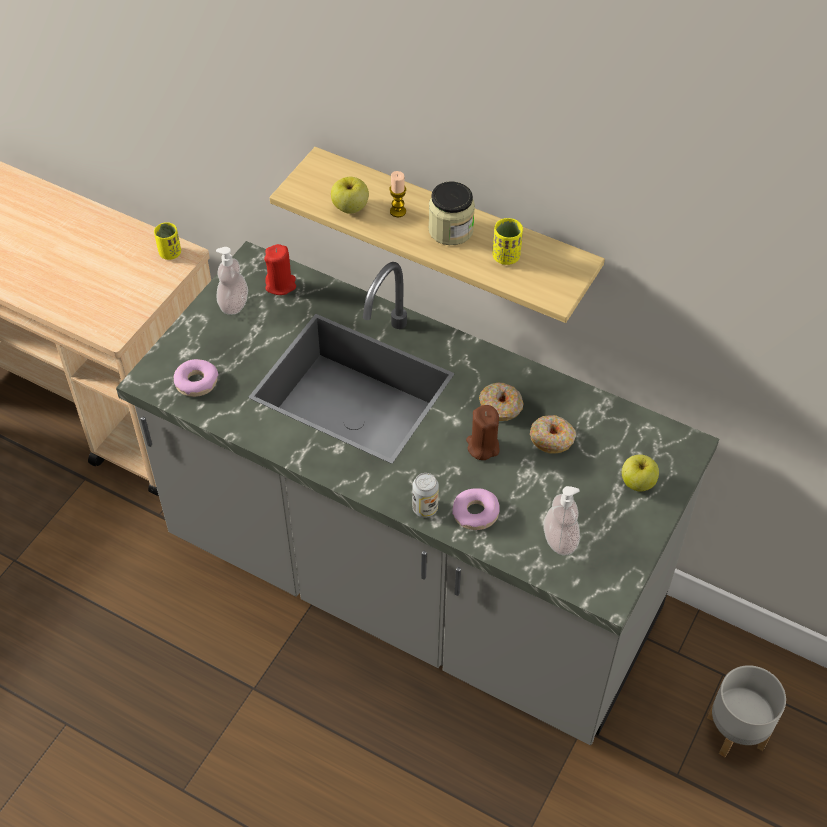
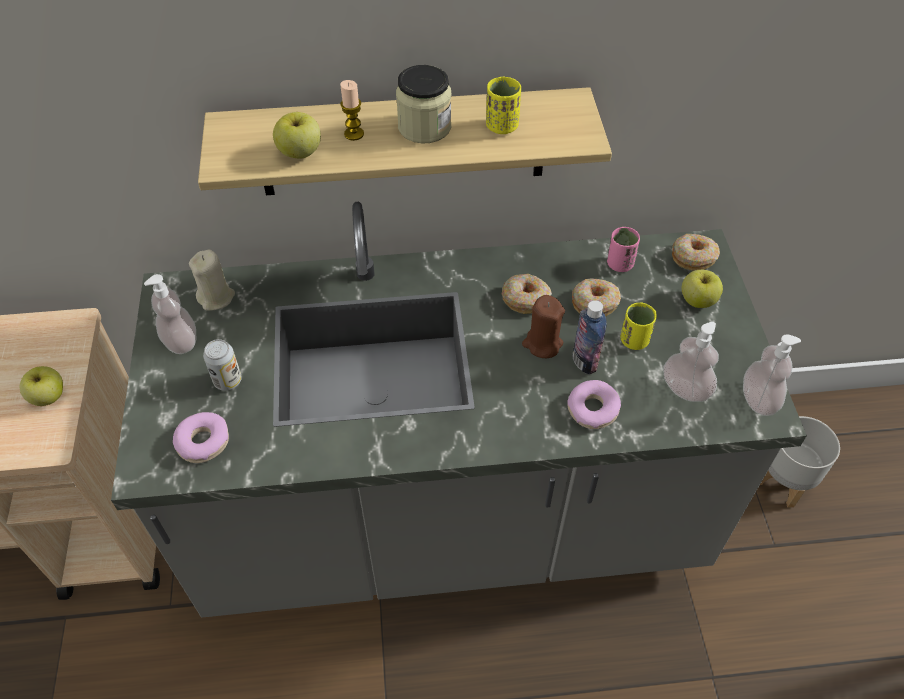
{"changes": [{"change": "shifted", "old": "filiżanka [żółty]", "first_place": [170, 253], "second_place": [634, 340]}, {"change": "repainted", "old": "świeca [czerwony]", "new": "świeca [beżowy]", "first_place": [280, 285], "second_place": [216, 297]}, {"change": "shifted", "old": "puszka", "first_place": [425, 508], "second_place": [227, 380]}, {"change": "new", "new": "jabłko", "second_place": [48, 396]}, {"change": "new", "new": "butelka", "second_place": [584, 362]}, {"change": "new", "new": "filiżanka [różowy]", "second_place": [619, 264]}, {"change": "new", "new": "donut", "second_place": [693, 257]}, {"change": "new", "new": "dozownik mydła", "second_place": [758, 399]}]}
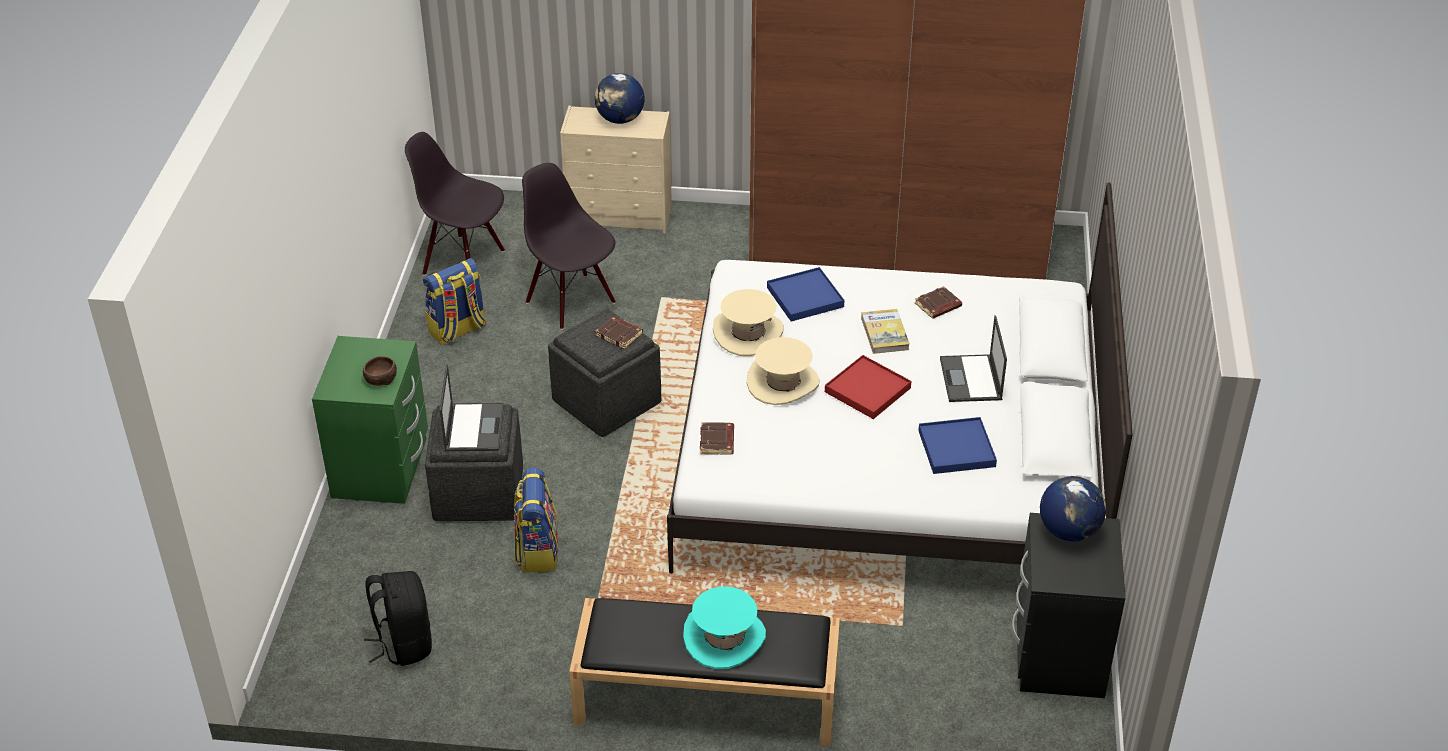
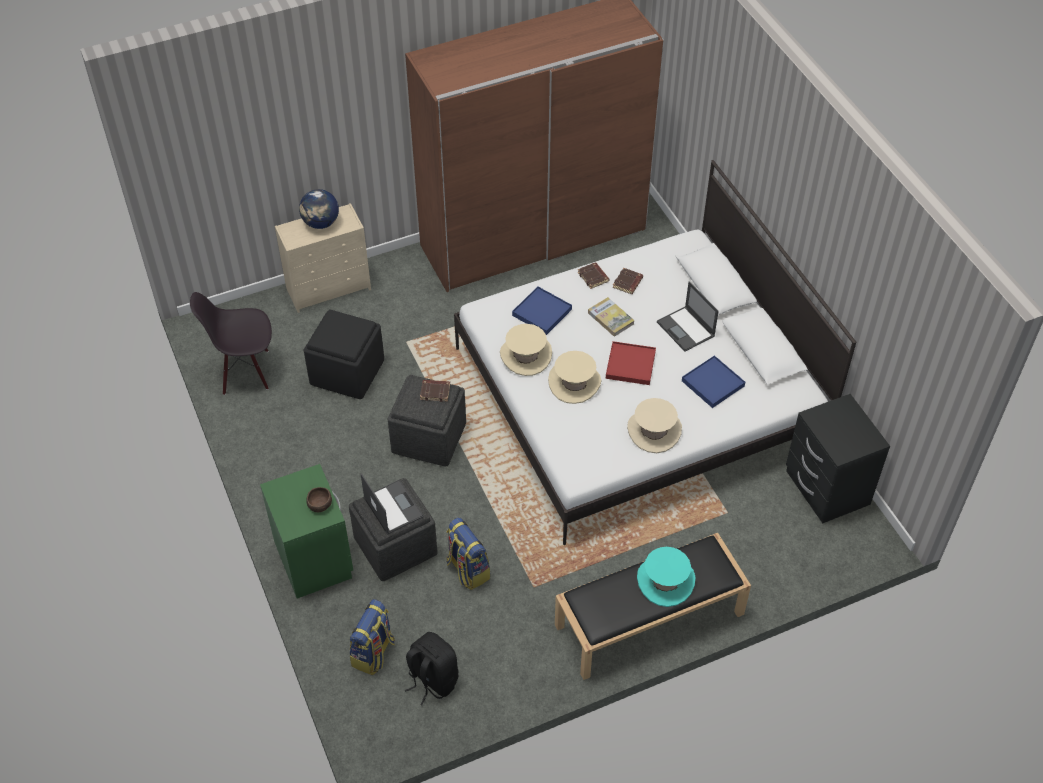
{"changes": [{"change": "shifted", "old": "plecak", "first_place": [457, 330], "second_place": [373, 653]}, {"change": "swapped", "old": "krzesło [czarny]", "new": "pufa [czarny]", "first_place": [571, 301], "second_place": [347, 371]}, {"change": "shifted", "old": "książka [brązowy]", "first_place": [717, 442], "second_place": [593, 277]}, {"change": "gone", "old": "globus", "first_place": [1068, 531]}, {"change": "new", "new": "kapelusz [beżowy]", "second_place": [654, 431]}]}
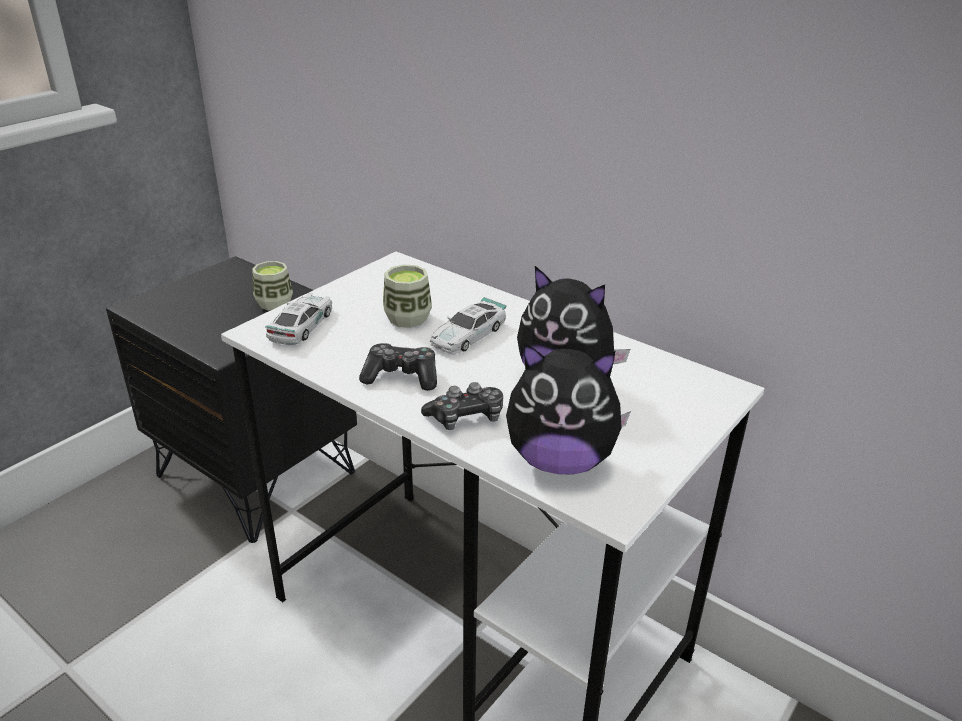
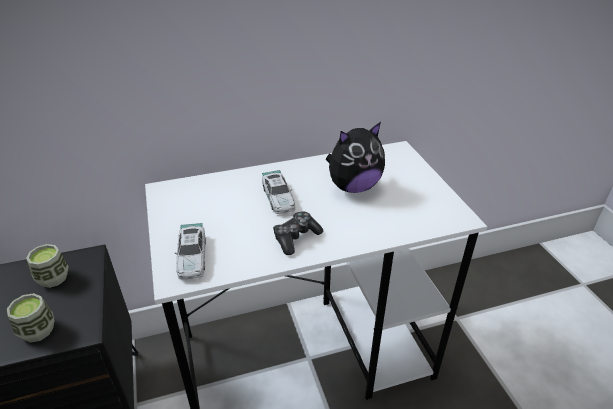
{"changes": [{"change": "rotated", "old": "samochodzik", "first_place": [302, 326], "second_place": [192, 257], "degrees": -150}, {"change": "shifted", "old": "filiżanka", "first_place": [407, 318], "second_place": [38, 330]}, {"change": "gone", "old": "pad do gier", "first_place": [466, 418]}, {"change": "gone", "old": "pluszak", "first_place": [560, 460]}]}
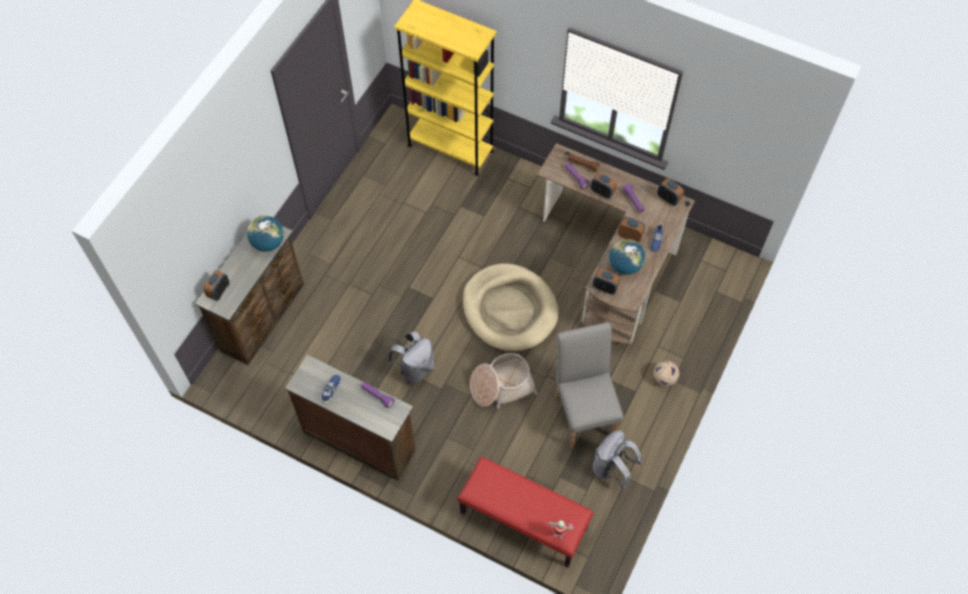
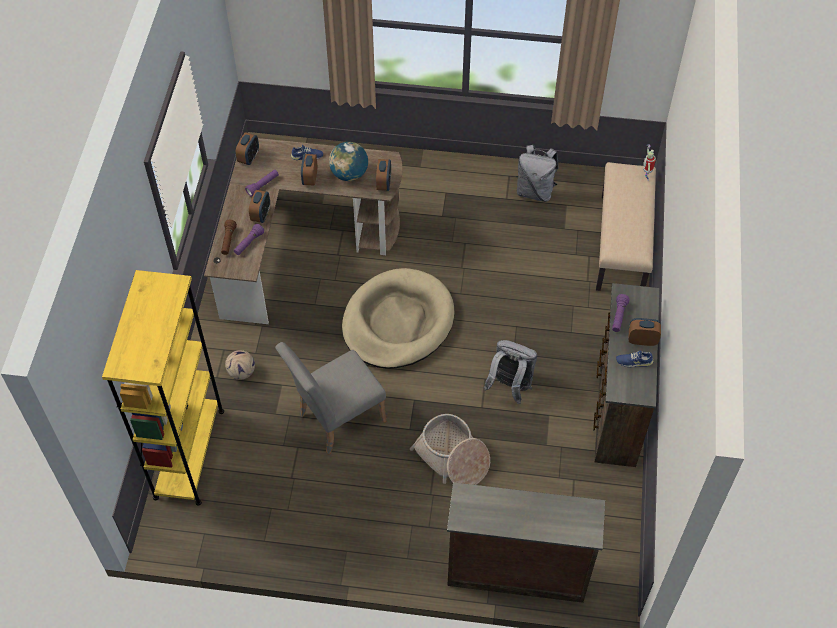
{"changes": [{"change": "shifted", "old": "budzik", "first_place": [219, 292], "second_place": [642, 340]}, {"change": "gone", "old": "globus", "first_place": [268, 243]}, {"change": "repainted", "old": "ławka [czerwony]", "new": "ławka [beżowy]", "first_place": [523, 520], "second_place": [622, 244]}, {"change": "shifted", "old": "koszyk", "first_place": [501, 385], "second_place": [452, 458]}, {"change": "shifted", "old": "krzesło [szary]", "first_place": [584, 410], "second_place": [336, 420]}, {"change": "shifted", "old": "piłka futbolowa", "first_place": [664, 379], "second_place": [242, 372]}]}
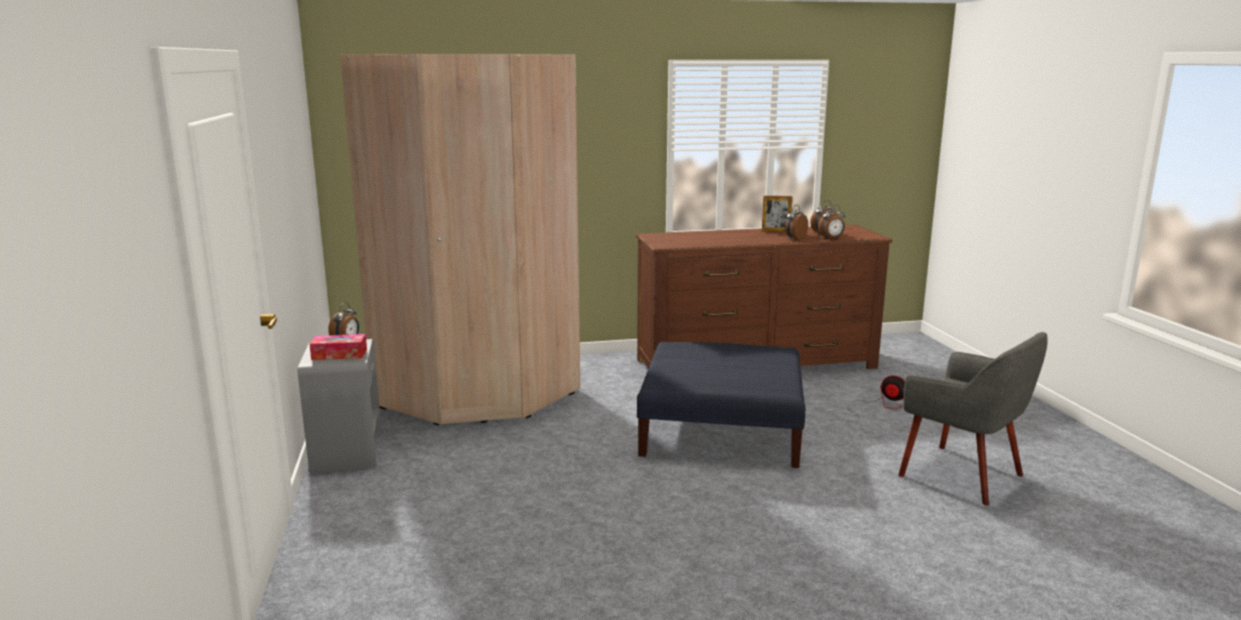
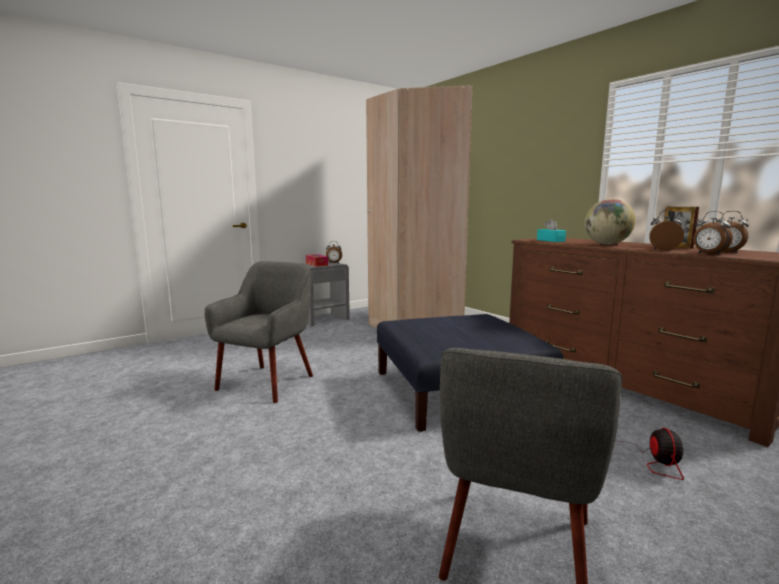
{"changes": [{"change": "new", "new": "fotel [szary]", "second_place": [267, 382]}, {"change": "new", "new": "pudełko chusteczek [turkusowy]", "second_place": [550, 240]}, {"change": "new", "new": "globus", "second_place": [606, 244]}]}
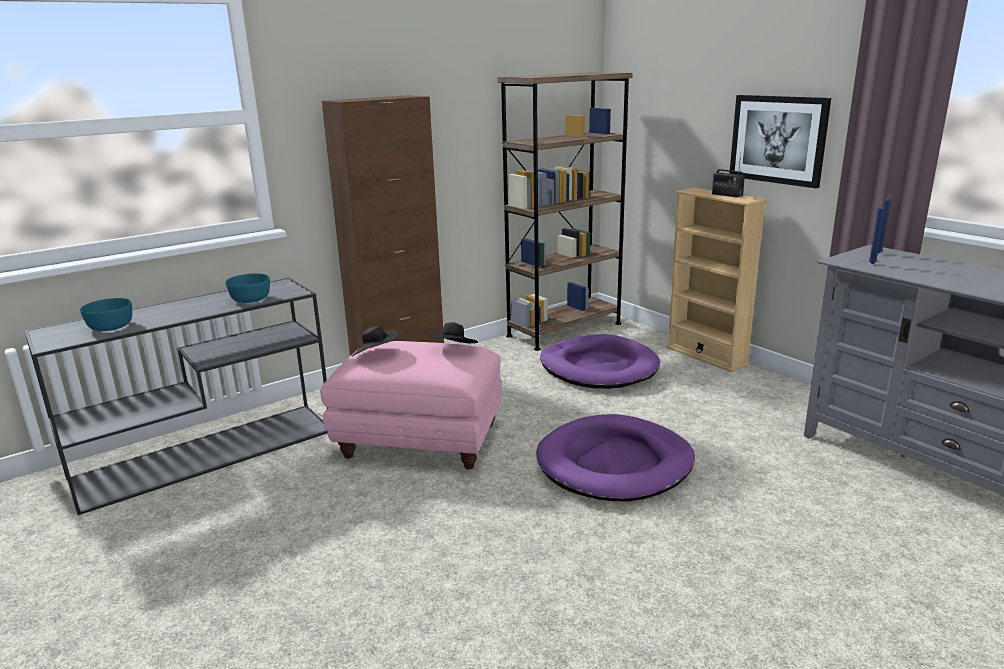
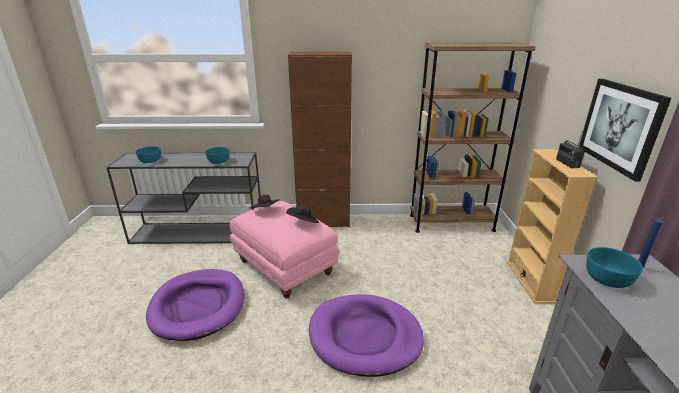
{"changes": [{"change": "shifted", "old": "legowisko [fioletowy]", "first_place": [598, 367], "second_place": [198, 306]}, {"change": "swapped", "old": "świeca [niebieski]", "new": "miska [turkusowy]", "first_place": [872, 263], "second_place": [608, 278]}]}
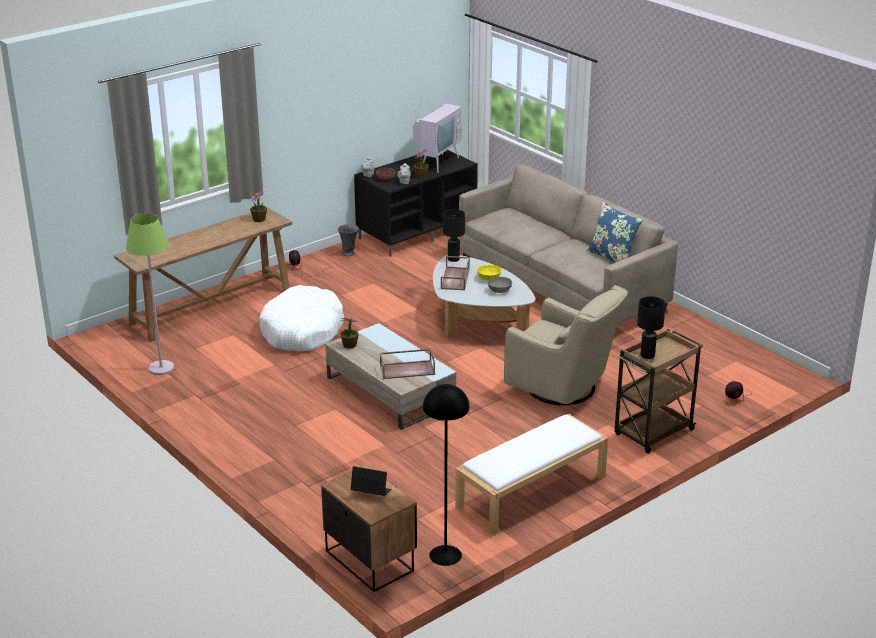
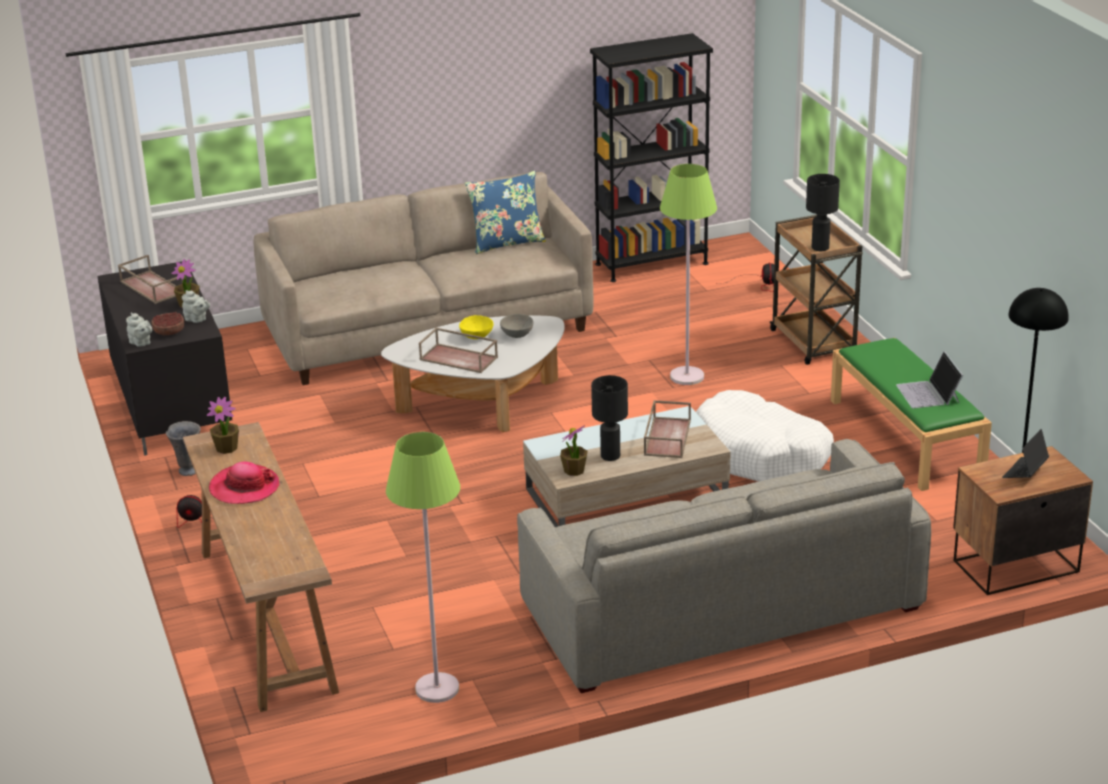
{"changes": [{"change": "shifted", "old": "legowisko [biały]", "first_place": [302, 331], "second_place": [761, 454]}, {"change": "swapped", "old": "telewizor", "new": "taca [brązowy]", "first_place": [436, 162], "second_place": [151, 287]}, {"change": "shifted", "old": "lampa stołowa [czarny]", "first_place": [453, 259], "second_place": [609, 456]}, {"change": "repainted", "old": "ławka [biały]", "new": "ławka [zielony]", "first_place": [531, 492], "second_place": [907, 437]}, {"change": "swapped", "old": "fotel [beżowy]", "new": "lampa stojąca [zielony]", "first_place": [563, 388], "second_place": [687, 376]}, {"change": "new", "new": "kapelusz", "second_place": [244, 487]}, {"change": "new", "new": "kanapa [szary]", "second_place": [721, 607]}, {"change": "new", "new": "regał [czarny]", "second_place": [651, 264]}, {"change": "new", "new": "laptop", "second_place": [928, 394]}]}
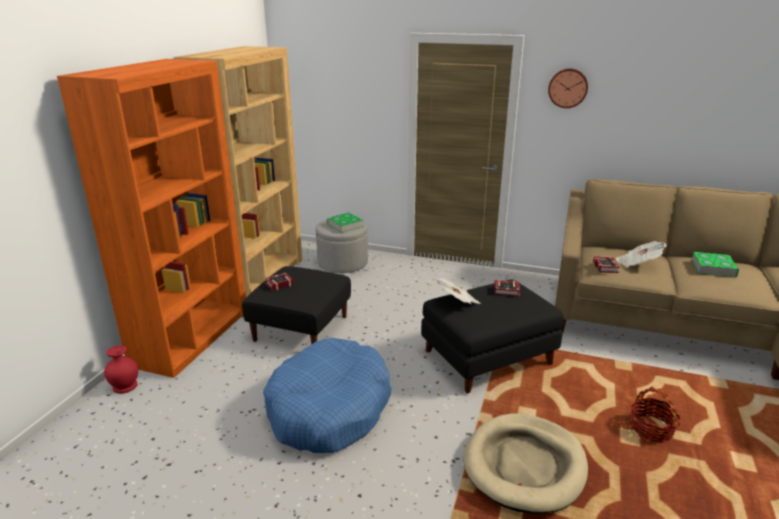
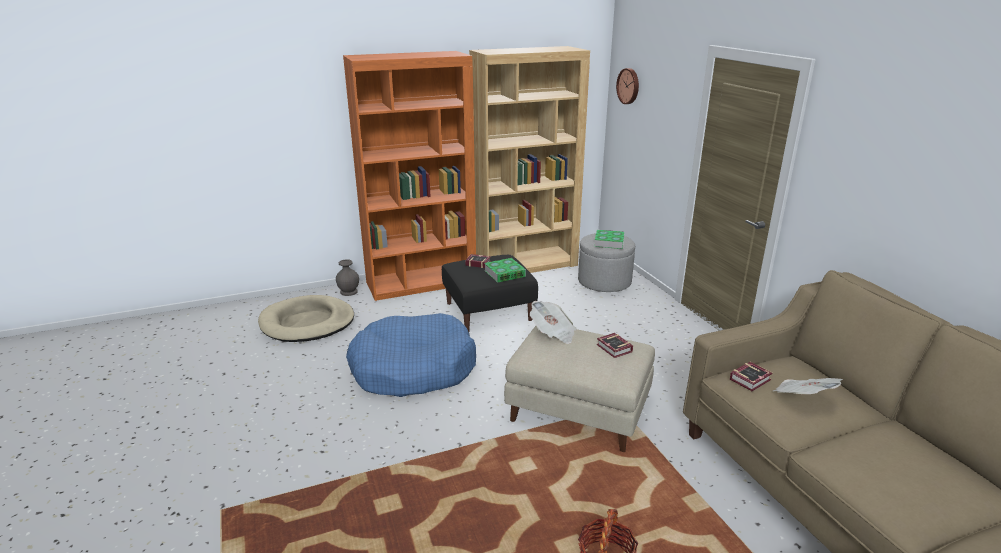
{"changes": [{"change": "repainted", "old": "wazon [czerwony]", "new": "wazon [szary]", "first_place": [124, 386], "second_place": [348, 291]}, {"change": "repainted", "old": "pufa [czarny]", "new": "pufa [beżowy]", "first_place": [487, 358], "second_place": [577, 411]}, {"change": "shifted", "old": "legowisko [beżowy]", "first_place": [524, 465], "second_place": [307, 323]}, {"change": "shifted", "old": "zegar ścienny", "first_place": [568, 88], "second_place": [629, 86]}, {"change": "shifted", "old": "książka", "first_place": [713, 268], "second_place": [504, 273]}]}
